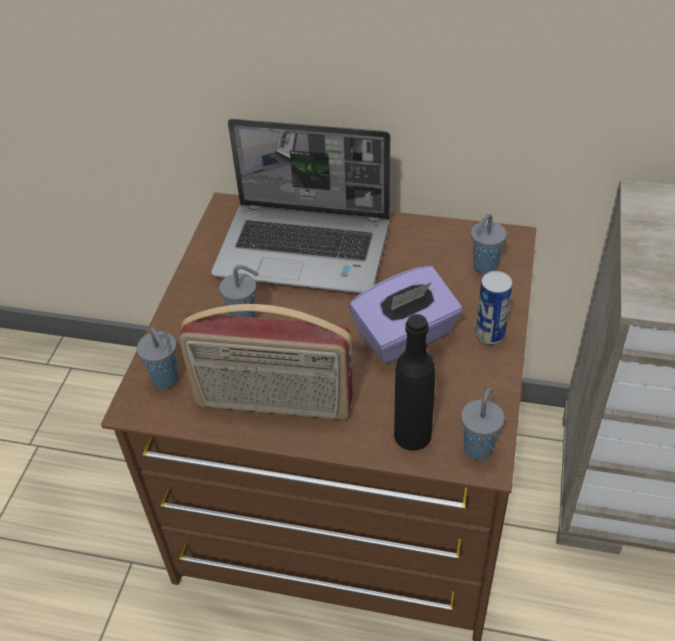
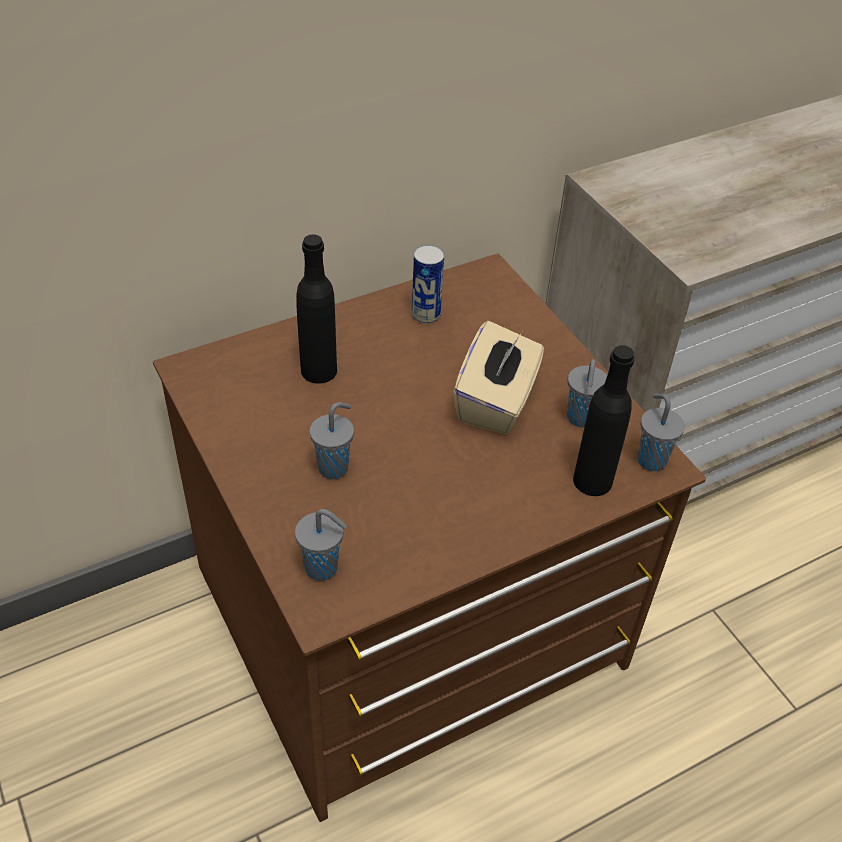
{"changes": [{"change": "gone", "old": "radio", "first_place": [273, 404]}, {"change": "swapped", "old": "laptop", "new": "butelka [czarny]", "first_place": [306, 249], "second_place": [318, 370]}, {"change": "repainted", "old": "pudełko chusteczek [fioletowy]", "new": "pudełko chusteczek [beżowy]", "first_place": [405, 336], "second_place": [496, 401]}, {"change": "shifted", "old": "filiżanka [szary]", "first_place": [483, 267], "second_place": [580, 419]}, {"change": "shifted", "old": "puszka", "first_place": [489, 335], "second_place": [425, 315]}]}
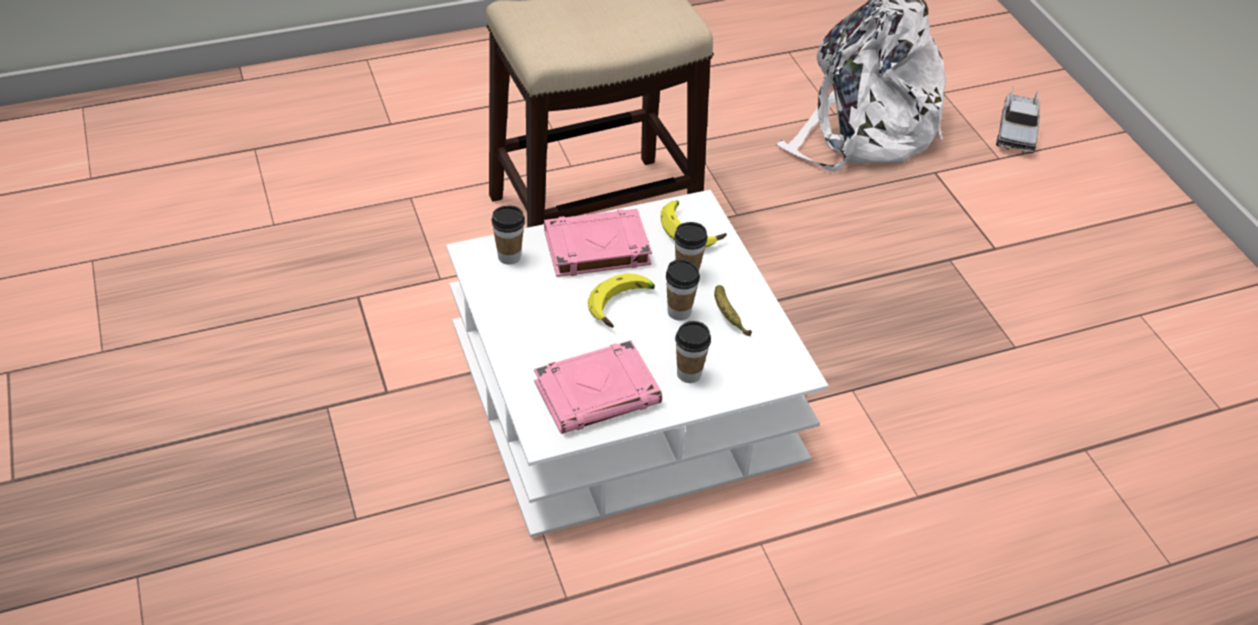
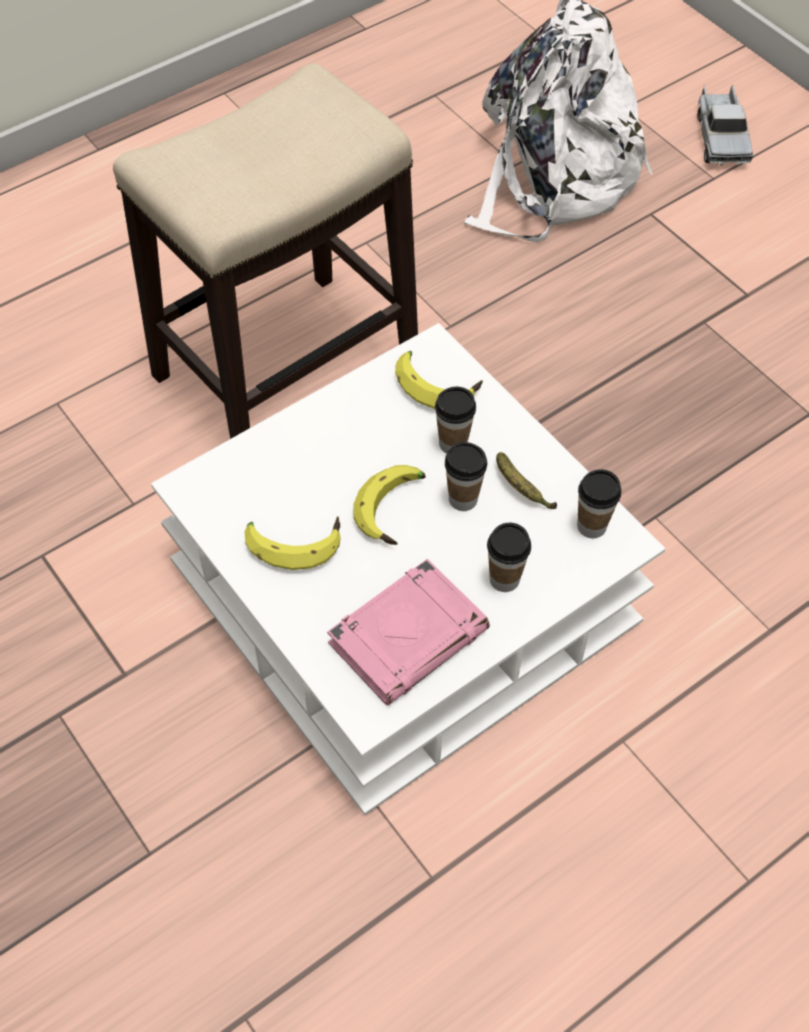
{"changes": [{"change": "shifted", "old": "filiżanka", "first_place": [509, 256], "second_place": [591, 526]}, {"change": "gone", "old": "książka [różowy]", "first_place": [595, 248]}, {"change": "new", "new": "banan", "second_place": [294, 541]}]}
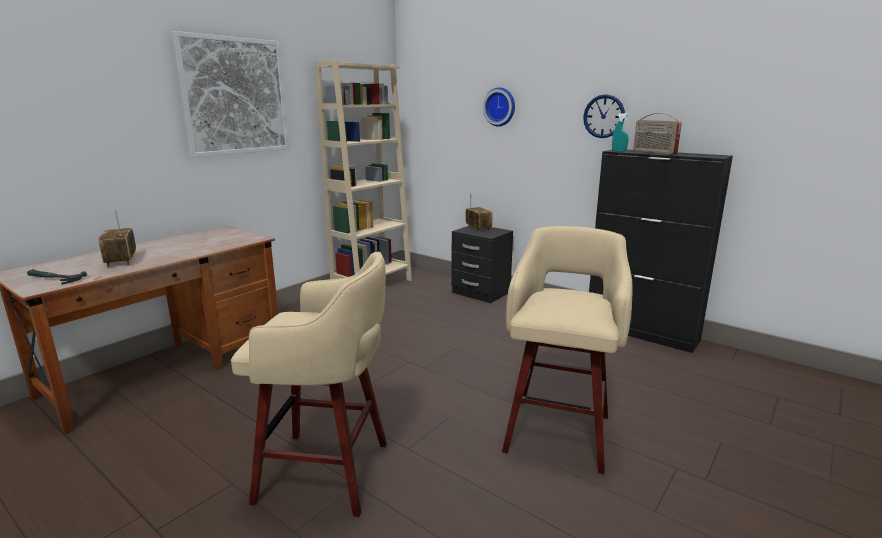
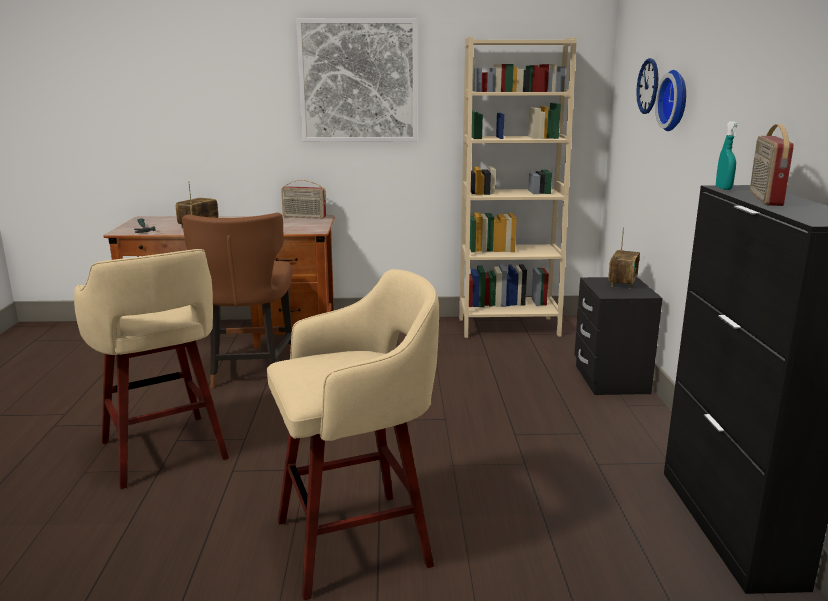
{"changes": [{"change": "shifted", "old": "zegar ścienny", "first_place": [603, 116], "second_place": [648, 86]}, {"change": "new", "new": "krzesło [brązowy]", "second_place": [249, 371]}, {"change": "new", "new": "radio", "second_place": [304, 217]}]}
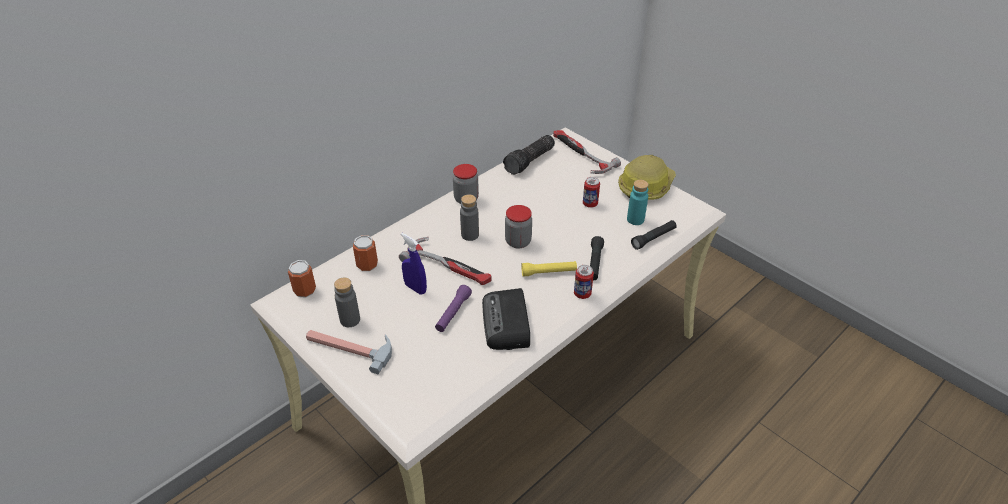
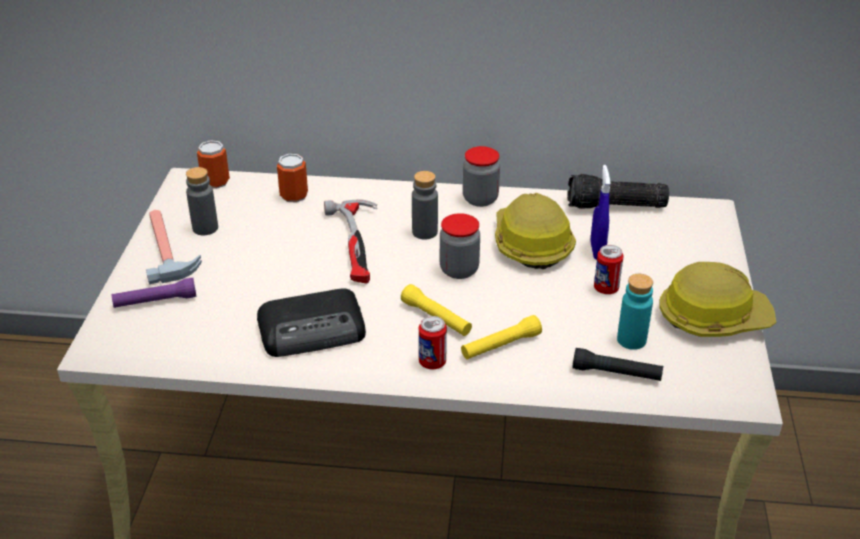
{"changes": [{"change": "shifted", "old": "spryskiwacz [niebieski]", "first_place": [415, 288], "second_place": [597, 251]}, {"change": "shifted", "old": "latarka [fioletowy]", "first_place": [453, 313], "second_place": [155, 301]}, {"change": "rotated", "old": "radio", "first_place": [507, 324], "second_place": [314, 330], "degrees": -150}, {"change": "gone", "old": "młotek", "first_place": [580, 154]}, {"change": "repainted", "old": "latarka [czarny]", "new": "latarka [żółty]", "first_place": [595, 263], "second_place": [500, 346]}, {"change": "new", "new": "kask", "second_place": [531, 244]}]}
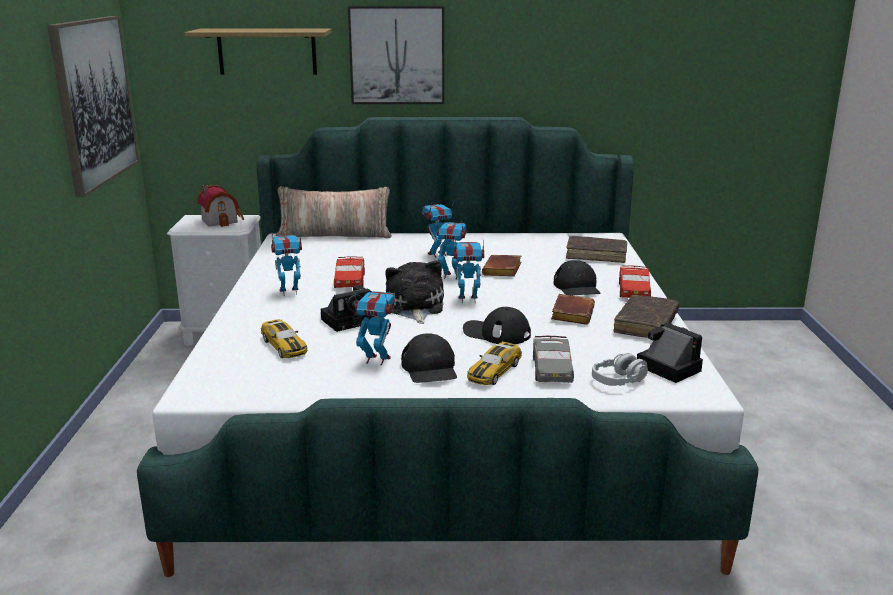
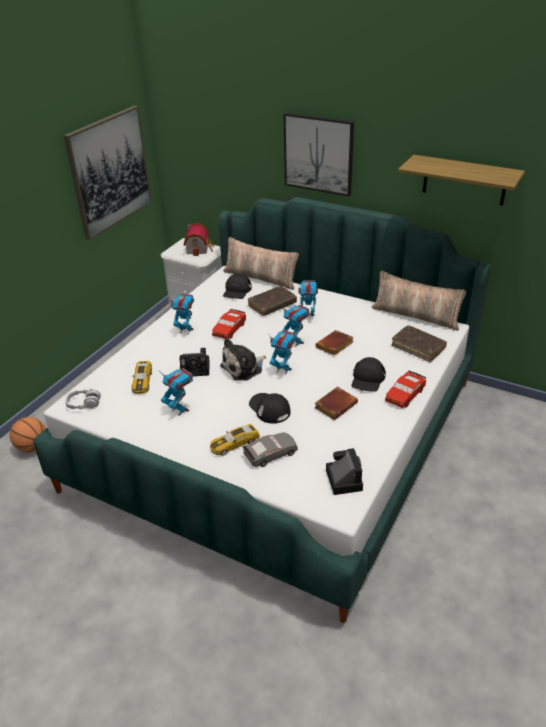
{"changes": [{"change": "shifted", "old": "półka", "first_place": [267, 51], "second_place": [464, 180]}, {"change": "rotated", "old": "pluszak", "first_place": [415, 307], "second_place": [244, 368], "degrees": -150}, {"change": "shifted", "old": "czapka z daszkiem [czarny]", "first_place": [430, 368], "second_place": [237, 291]}, {"change": "rotated", "old": "samochodzik [szary]", "first_place": [552, 369], "second_place": [270, 454], "degrees": -150}, {"change": "shifted", "old": "słuchawki [szary]", "first_place": [618, 380], "second_place": [84, 404]}, {"change": "shifted", "old": "książka [brązowy]", "first_place": [645, 325], "second_place": [272, 305]}, {"change": "new", "new": "piłka do koszykówki", "second_place": [32, 447]}, {"change": "new", "new": "poduszka", "second_place": [416, 316]}]}
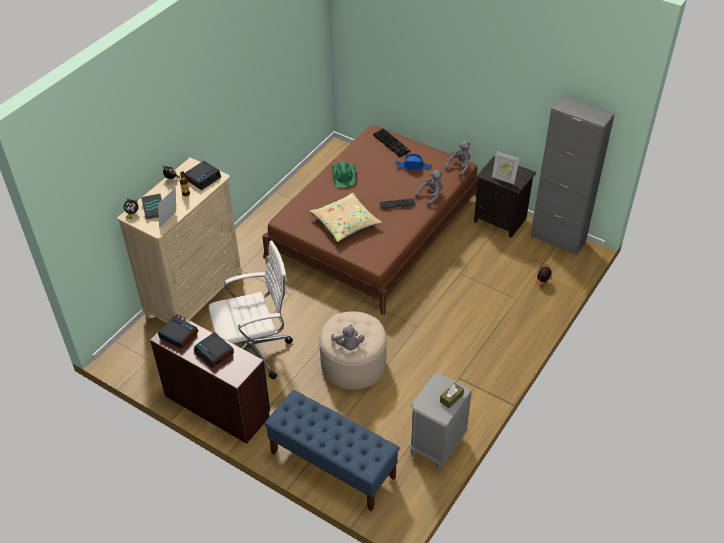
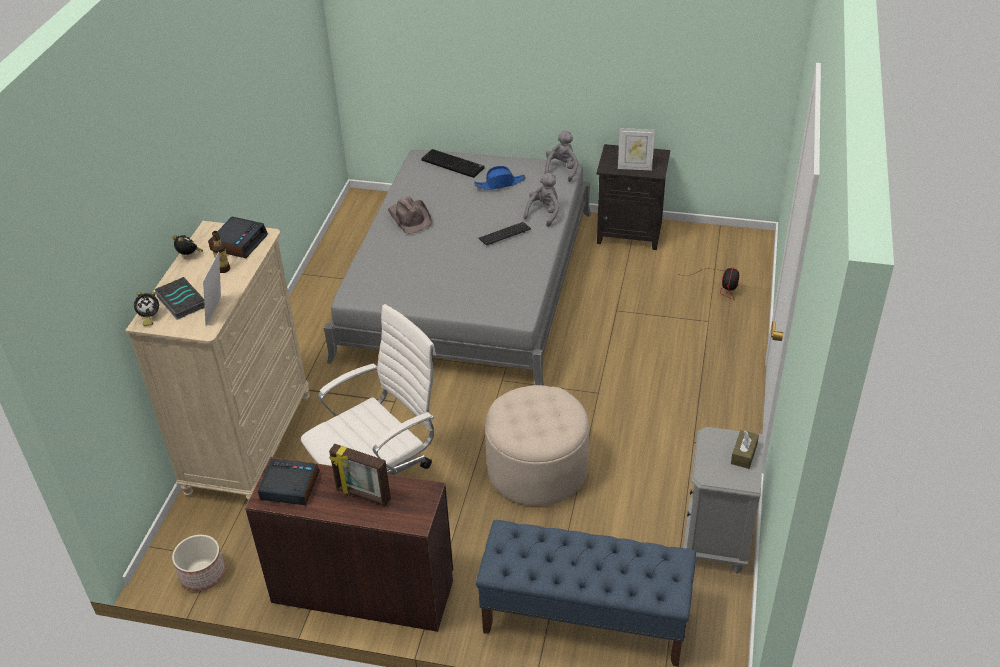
{"changes": [{"change": "swapped", "old": "budzik", "new": "ramka na zdjęcie", "first_place": [215, 353], "second_place": [363, 495]}, {"change": "repainted", "old": "łóżko [brązowy]", "new": "łóżko [szary]", "first_place": [375, 227], "second_place": [468, 283]}, {"change": "gone", "old": "poduszka [beżowy]", "first_place": [345, 223]}, {"change": "gone", "old": "pluszak [szary]", "first_place": [348, 345]}, {"change": "repainted", "old": "kapelusz [zielony]", "new": "kapelusz [brązowy]", "first_place": [344, 175], "second_place": [410, 217]}, {"change": "gone", "old": "szafka [szary]", "first_place": [558, 239]}, {"change": "new", "new": "donica", "second_place": [202, 574]}]}
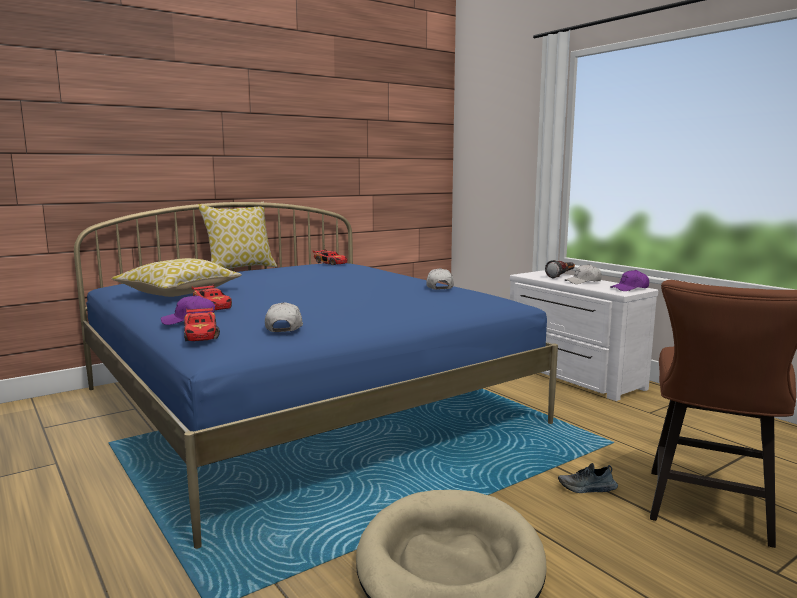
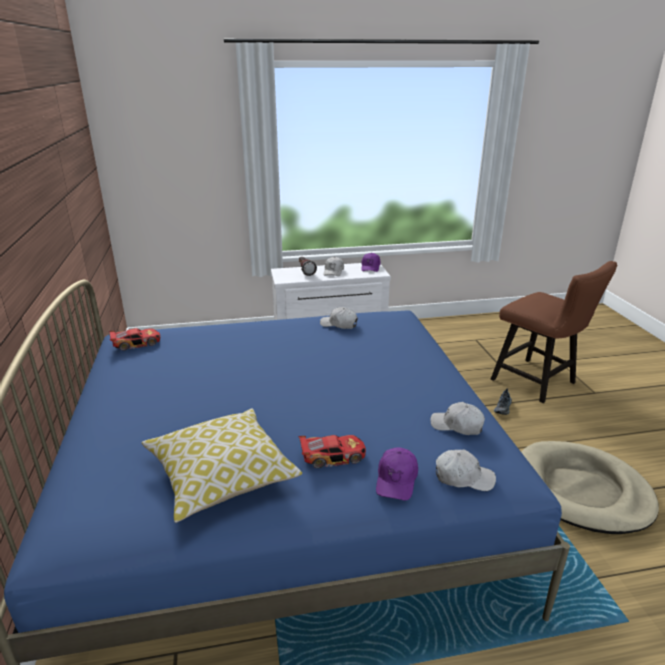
{"changes": [{"change": "swapped", "old": "samochodzik", "new": "czapka z daszkiem [biały]", "first_place": [201, 334], "second_place": [463, 477]}, {"change": "gone", "old": "poduszka", "first_place": [240, 269]}]}
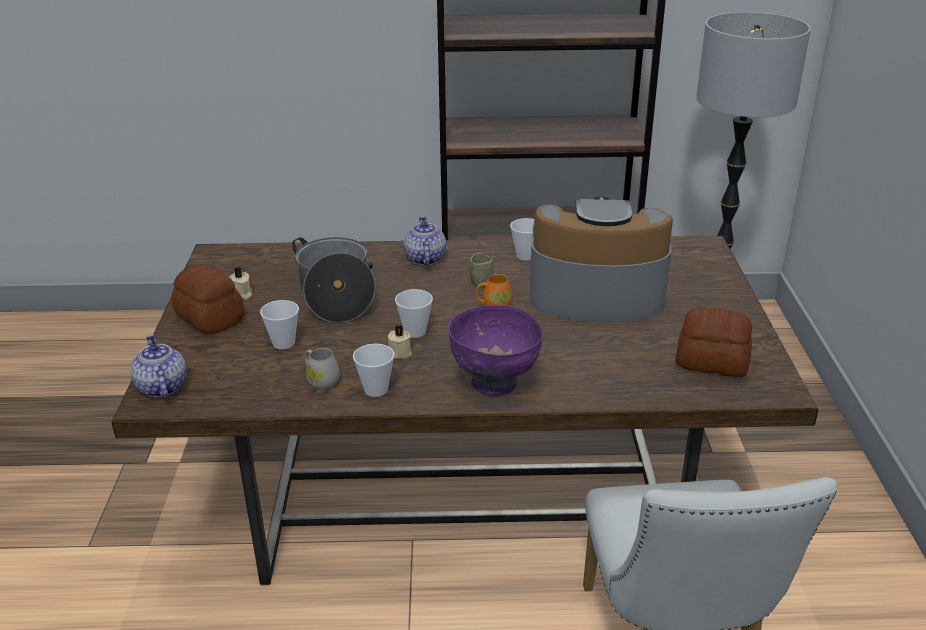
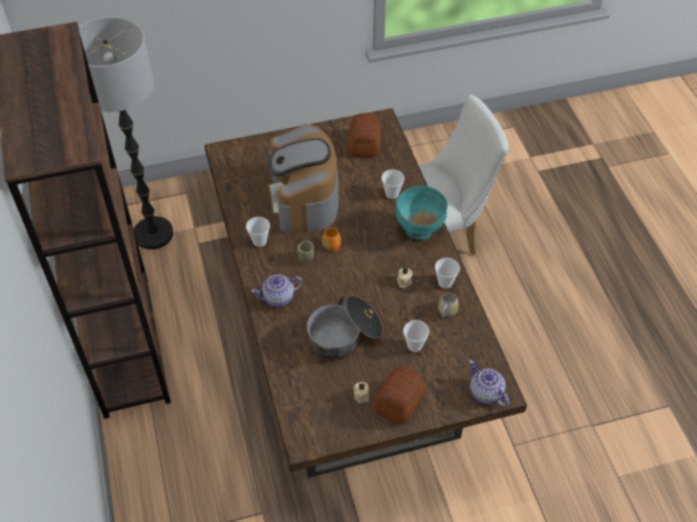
{"changes": [{"change": "rotated", "old": "imbryk", "first_place": [161, 387], "second_place": [486, 393], "degrees": 90}, {"change": "shifted", "old": "filiżanka", "first_place": [415, 331], "second_place": [392, 194]}, {"change": "repainted", "old": "miska [fioletowy]", "new": "miska [turkusowy]", "first_place": [494, 384], "second_place": [419, 231]}]}
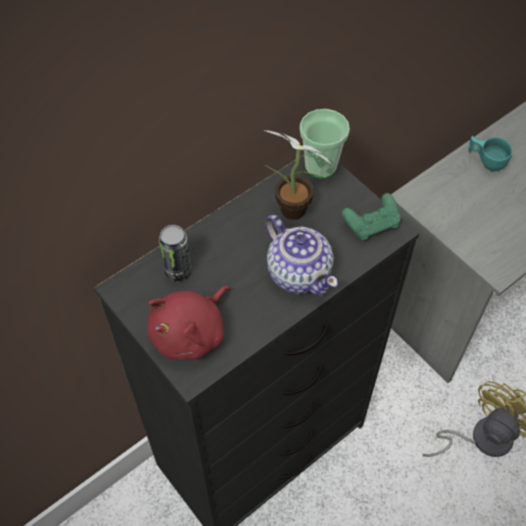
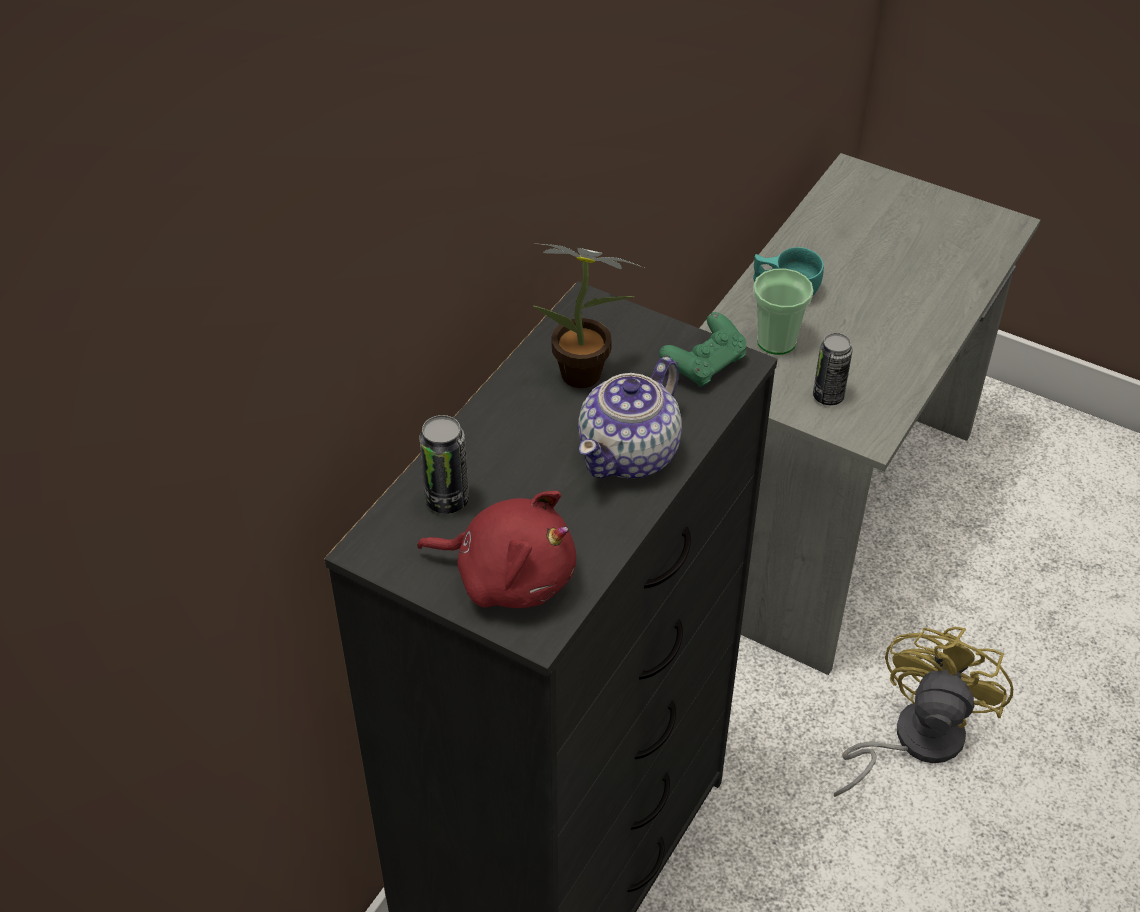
{"changes": [{"change": "rotated", "old": "pluszak [czerwony]", "first_place": [191, 333], "second_place": [509, 576], "degrees": -90}, {"change": "rotated", "old": "imbryk", "first_place": [299, 272], "second_place": [630, 453], "degrees": 90}, {"change": "shifted", "old": "filiżanka", "first_place": [320, 166], "second_place": [776, 341]}, {"change": "new", "new": "puszka", "second_place": [828, 396]}]}
